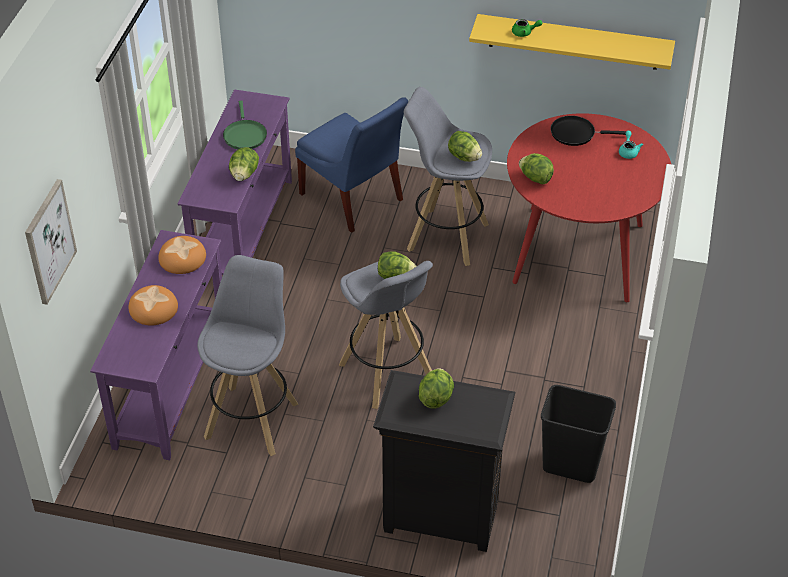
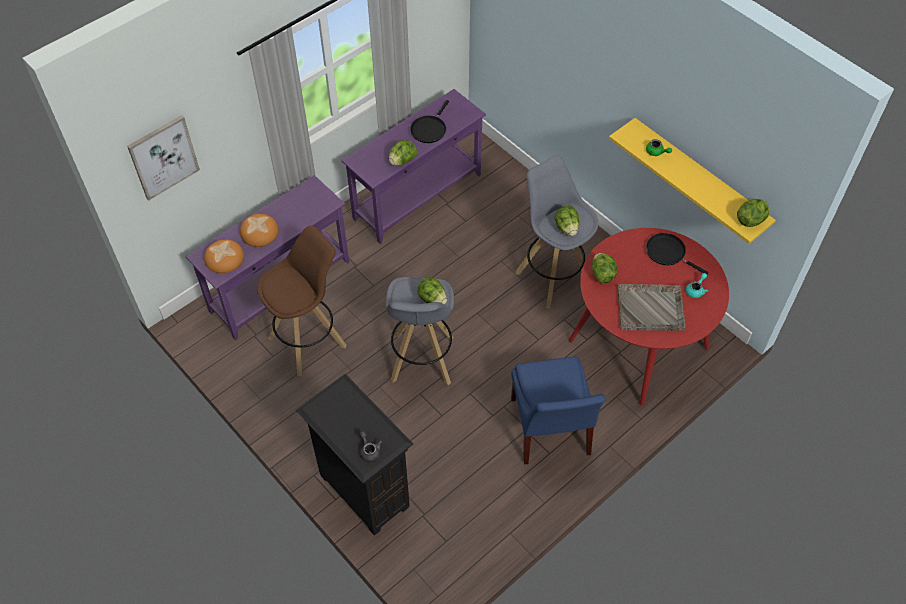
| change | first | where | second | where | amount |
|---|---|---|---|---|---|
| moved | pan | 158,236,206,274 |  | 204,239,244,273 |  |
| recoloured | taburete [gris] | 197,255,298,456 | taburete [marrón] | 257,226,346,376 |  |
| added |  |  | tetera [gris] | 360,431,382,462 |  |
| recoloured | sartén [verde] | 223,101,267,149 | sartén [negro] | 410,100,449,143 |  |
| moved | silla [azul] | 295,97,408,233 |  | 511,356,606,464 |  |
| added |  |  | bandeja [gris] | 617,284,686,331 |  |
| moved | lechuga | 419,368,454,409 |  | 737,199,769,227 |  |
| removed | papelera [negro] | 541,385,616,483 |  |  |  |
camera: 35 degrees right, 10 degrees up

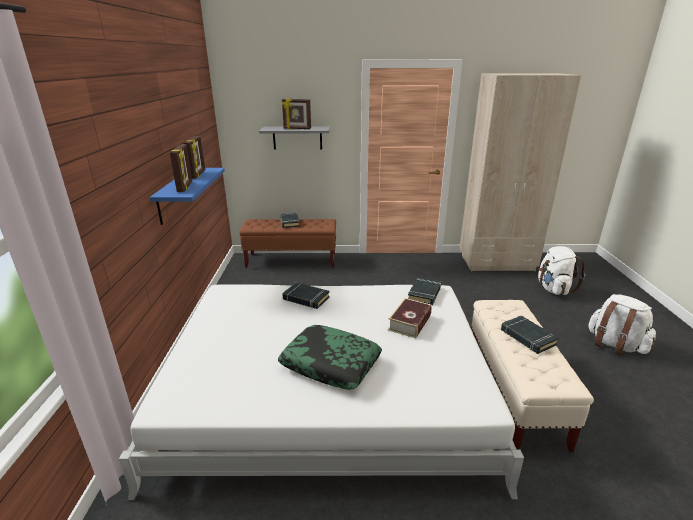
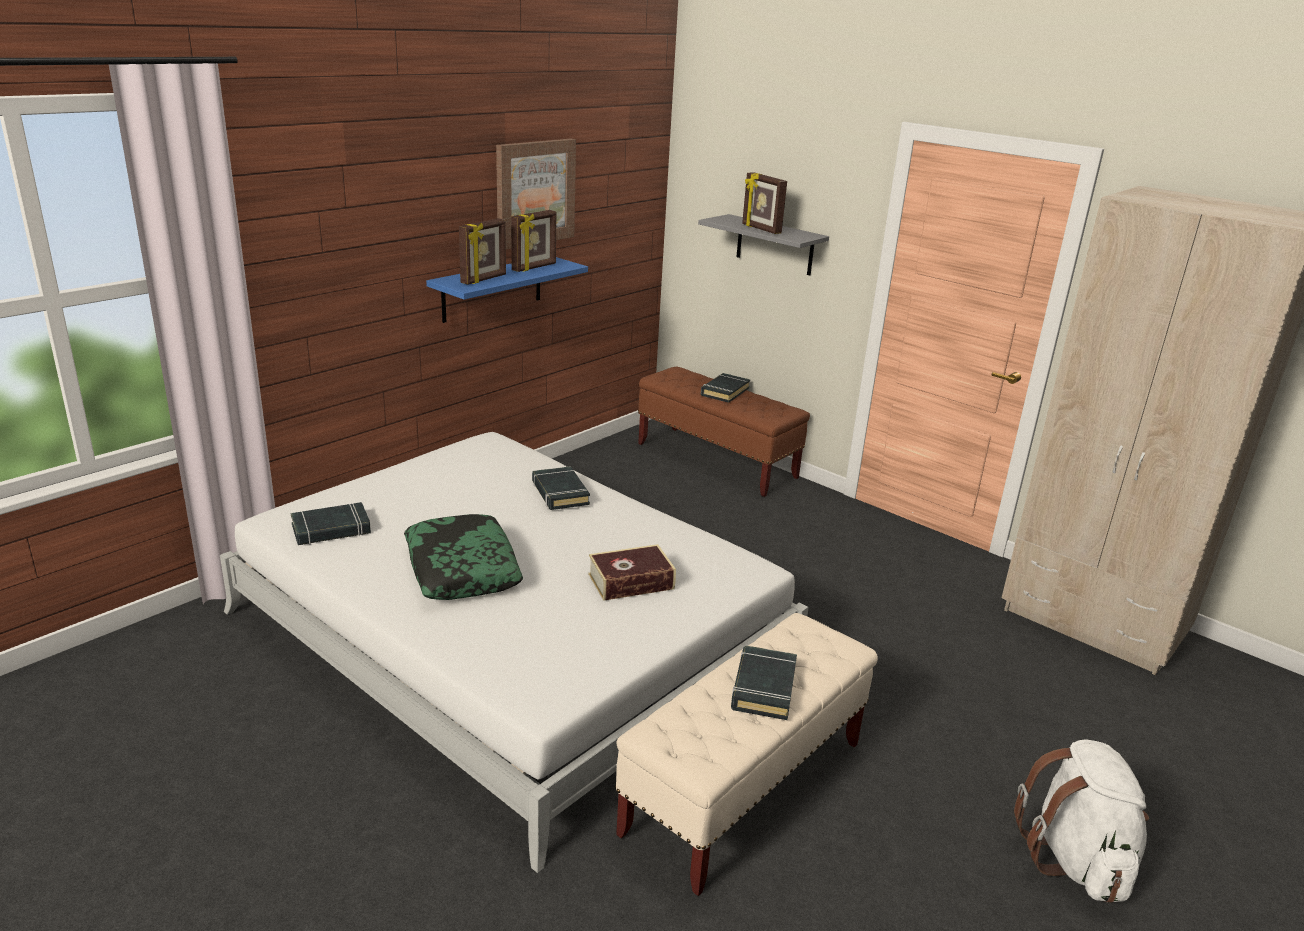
| change | first | where | second | where | amount |
|---|---|---|---|---|---|
| moved | libro [negro] | 408,277,442,305 |  | 291,502,371,545 |  |
| added |  |  | cuadro | 496,138,576,249 |  |
| removed | mochila [blanco] | 538,246,585,295 |  |  |  |
camera: 40 degrees right, 0 degrees up

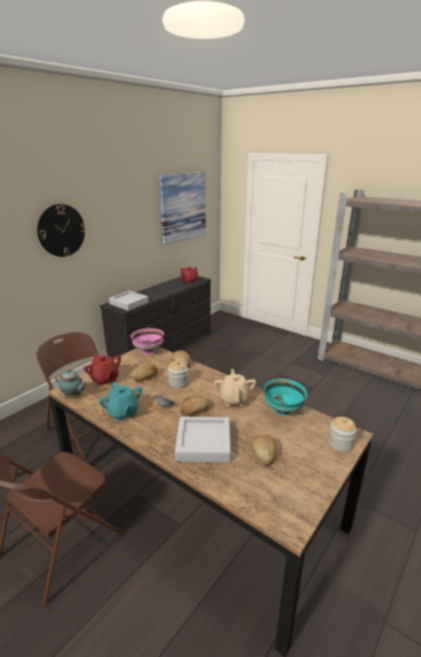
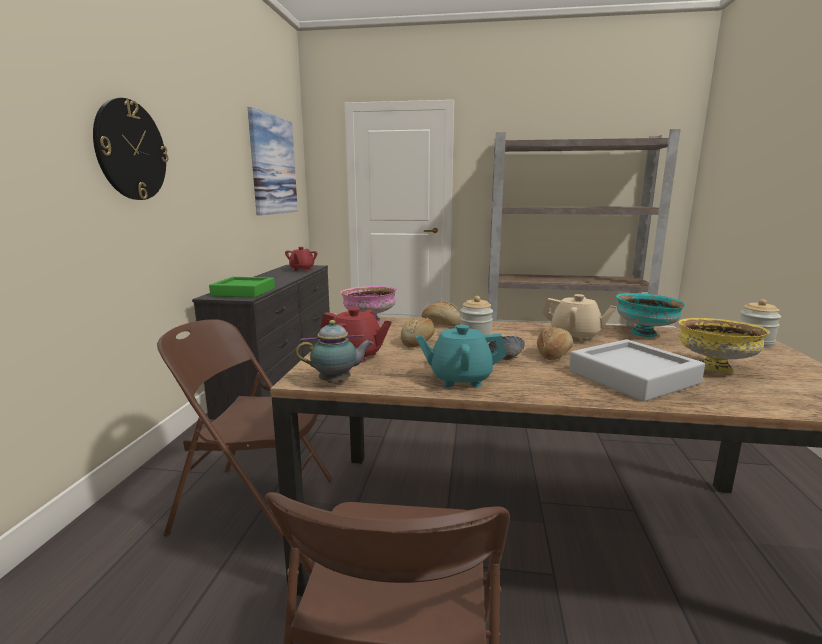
| change | first | where | second | where | amount |
|---|---|---|---|---|---|
| recoloured | bandeja [gris] | 109,291,148,311 | bandeja [verde] | 209,277,275,298 |  |
| turned | tetera [turquesa] | 99,382,142,421 |  | 416,325,506,387 | 150 degrees clockwise |
| turned | tetera [beis] | 214,369,256,406 |  | 542,294,617,343 | 150 degrees clockwise |
| replaced | pan | 252,434,277,466 | cuenco [amarillo] | 678,318,770,373 |  |
camera: 30 degrees left, 10 degrees down

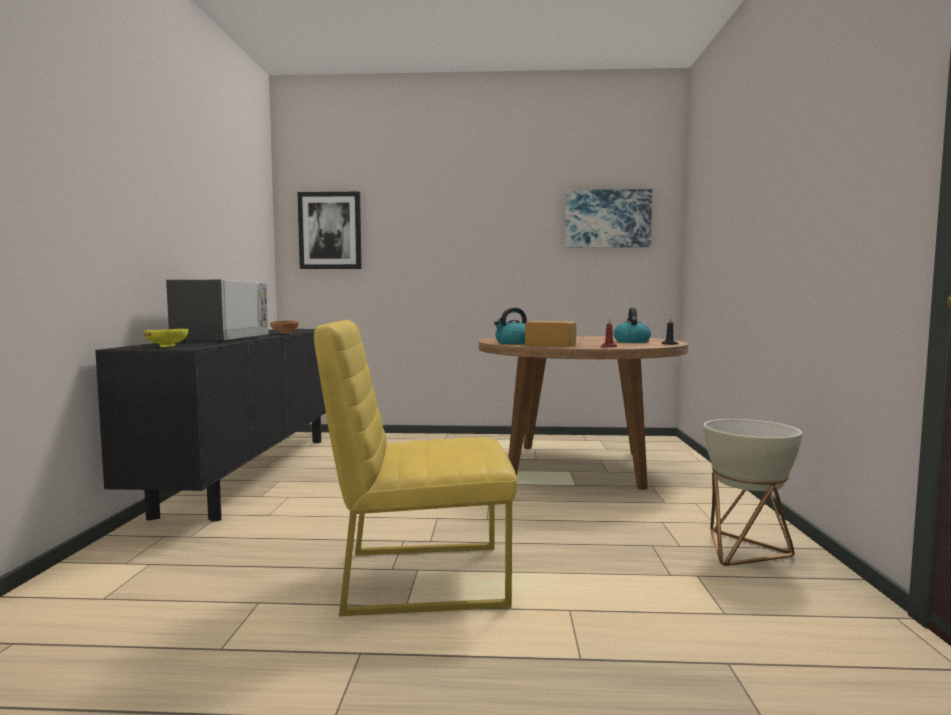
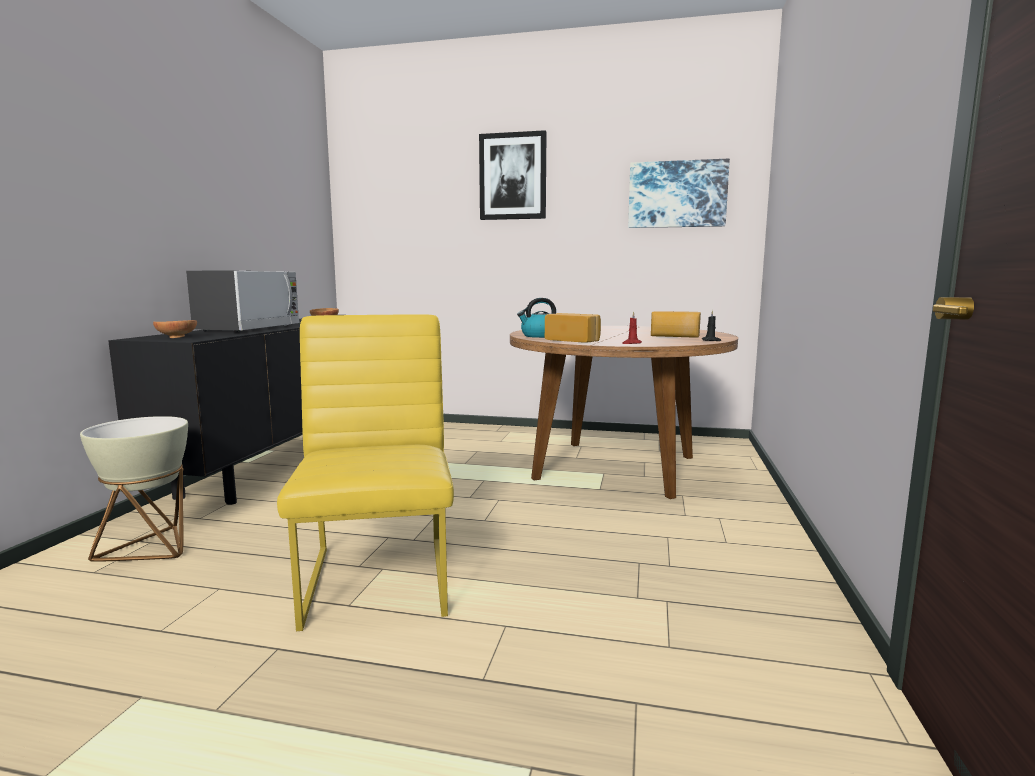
| change | first | where | second | where | amount |
|---|---|---|---|---|---|
| moved | maceta | 703,419,802,566 |  | 80,416,188,562 |  |
| recoloured | cuenco [amarillo] | 144,329,188,347 | cuenco [marrón] | 153,320,197,338 |  |
| turned | silla [amarillo] | 314,320,517,616 |  | 277,314,454,631 | 75 degrees clockwise |
| moved | cuadro | 298,192,362,269 |  | 479,130,547,220 |  |
| replaced | hervidor | 614,307,651,343 | pan | 651,311,701,338 |  |
camera: 10 degrees right, 5 degrees up

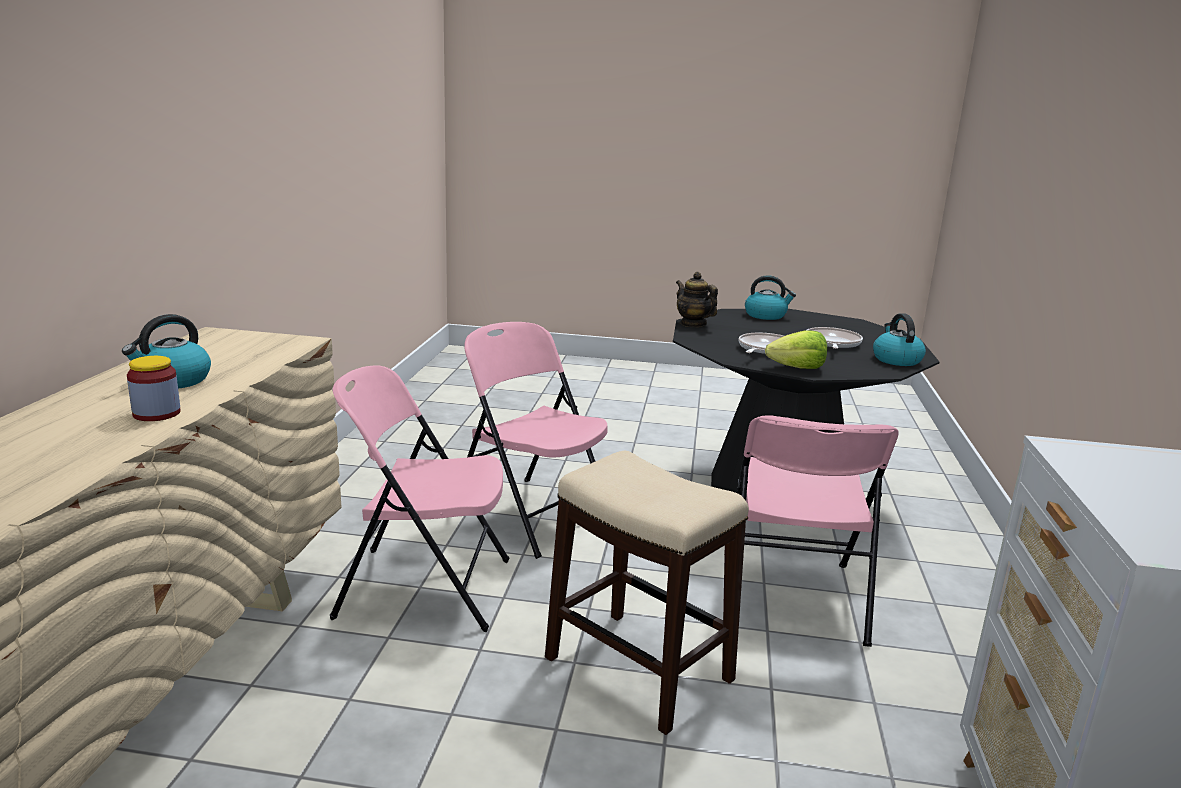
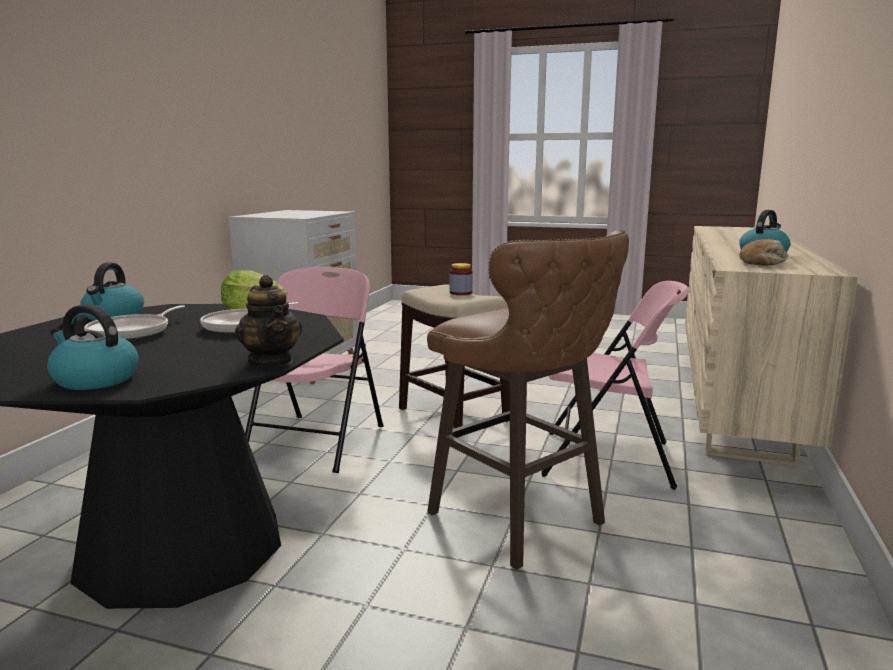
| change | first | where | second | where | amount |
|---|---|---|---|---|---|
| replaced | silla [rosa] | 464,322,607,559 | taburete [marrón] | 427,230,629,570 |  |
| moved | tarro | 127,356,181,421 |  | 450,263,472,295 |  |
| added |  |  | pan | 739,239,788,265 |  |
camera: 170 degrees left, 5 degrees down

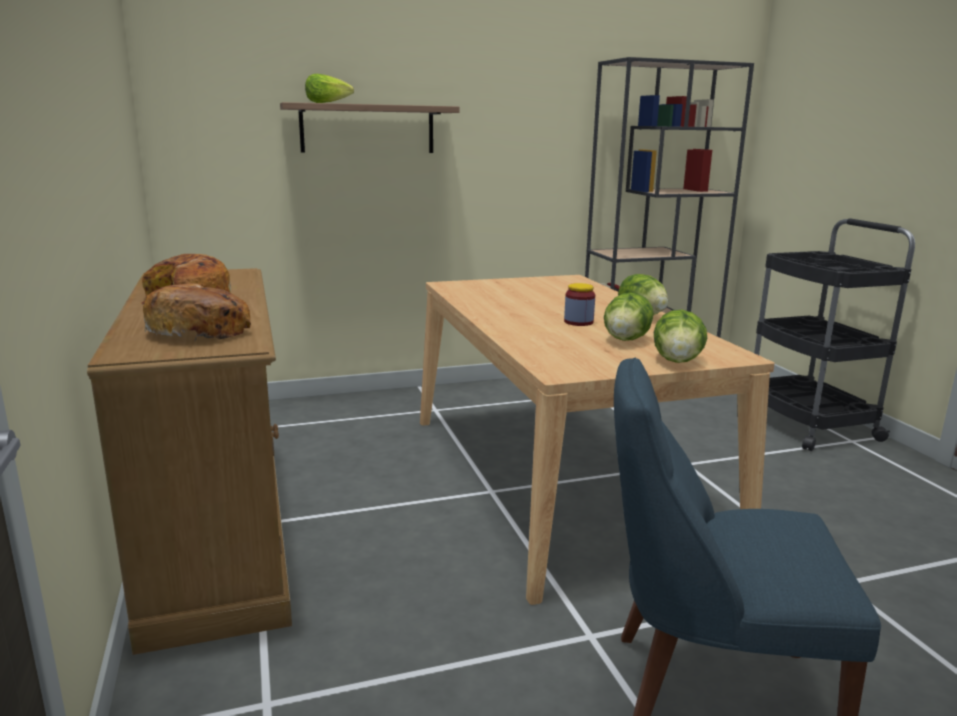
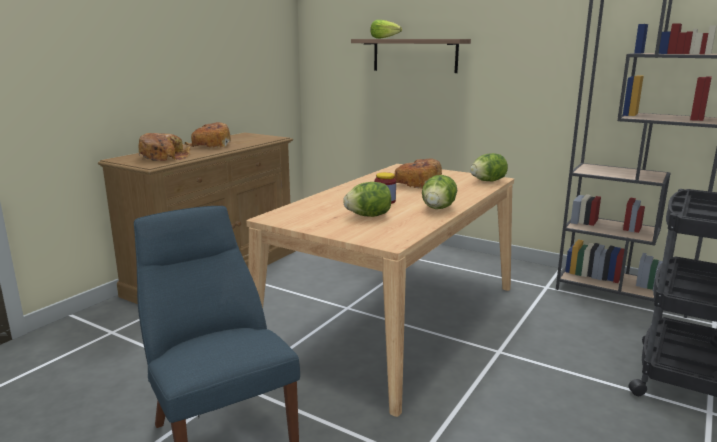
| change | first | where | second | where | amount |
|---|---|---|---|---|---|
| added |  |  | pan | 394,158,442,189 |  |
| moved | lechuga | 654,309,707,363 |  | 470,153,508,181 |  |
camera: 50 degrees right, 0 degrees up

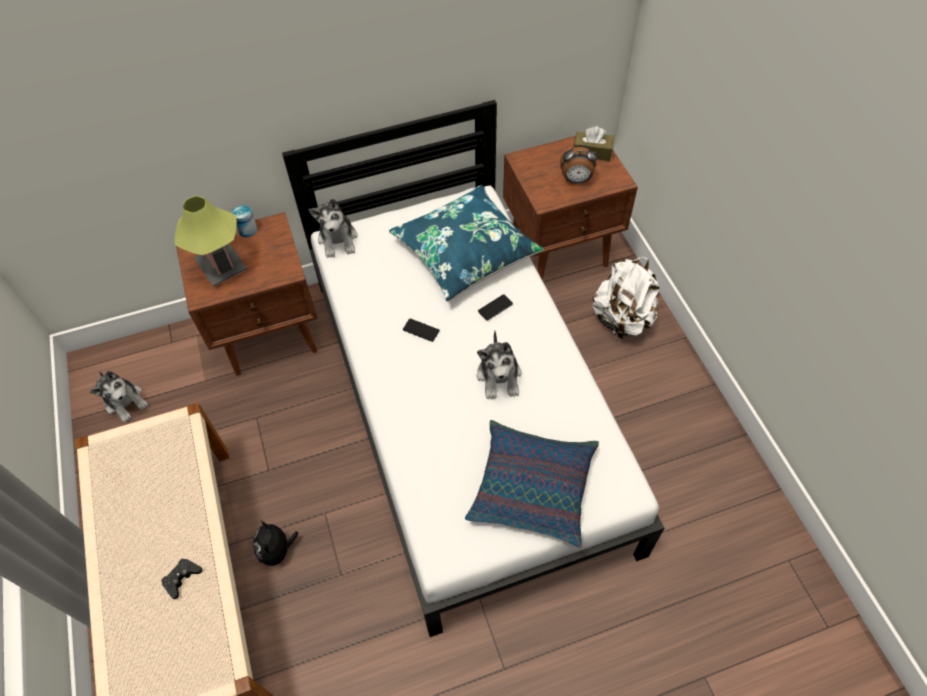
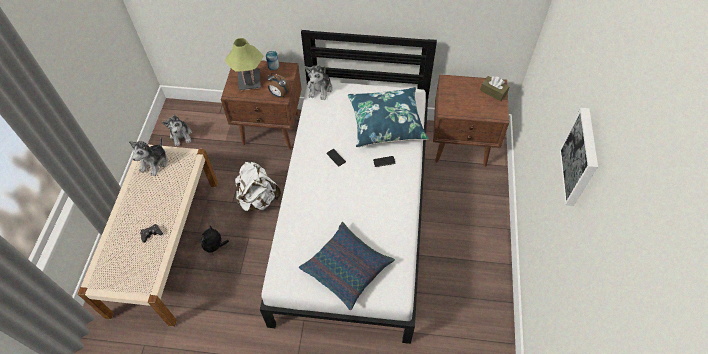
| change | first | where | second | where | amount |
|---|---|---|---|---|---|
| moved | peluche | 477,331,522,399 |  | 129,137,168,176 |  |
| moved | mochila [blanco] | 592,257,660,339 |  | 235,162,281,211 |  |
| moved | despertador | 560,144,597,184 |  | 267,73,291,98 |  |
| added |  |  | cuadro | 559,108,598,206 |  |
camera: 25 degrees right, 0 degrees up

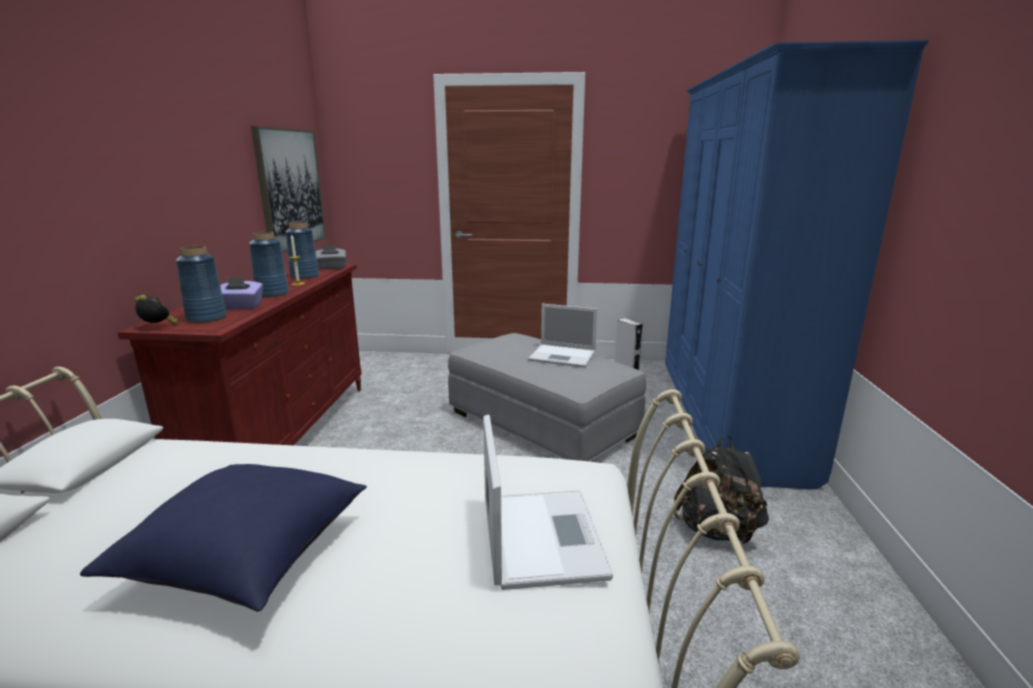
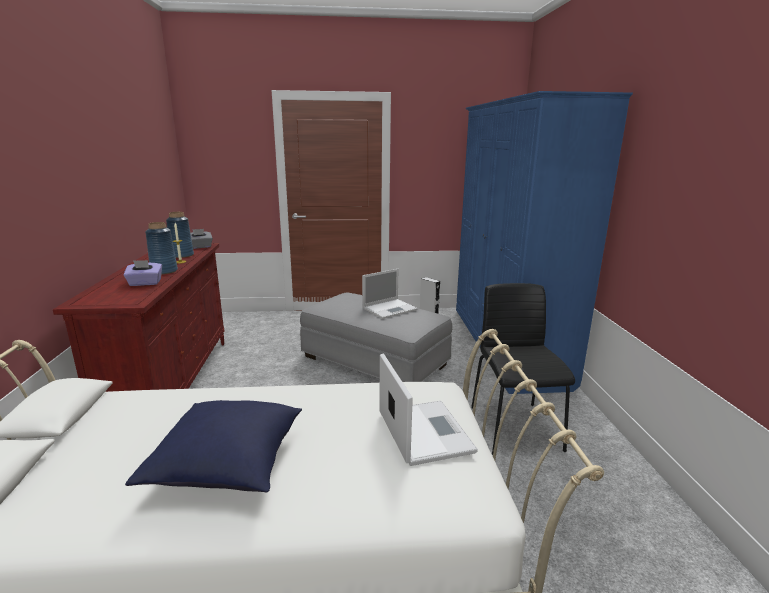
| change | first | where | second | where | amount |
|---|---|---|---|---|---|
| turned | portátil | 528,304,598,368 |  | 362,269,418,319 | 45 degrees counterclockwise |
| replaced | mochila [negro] | 674,436,769,545 | silla [negro] | 471,283,575,455 |  |
| removed | despertador | 135,295,179,324 |  |  |  |
| removed | florero [azul] | 176,246,227,323 |  |  |  |
| removed | cuadro | 251,126,326,253 |  |  |  |
camera: 10 degrees left, 0 degrees up

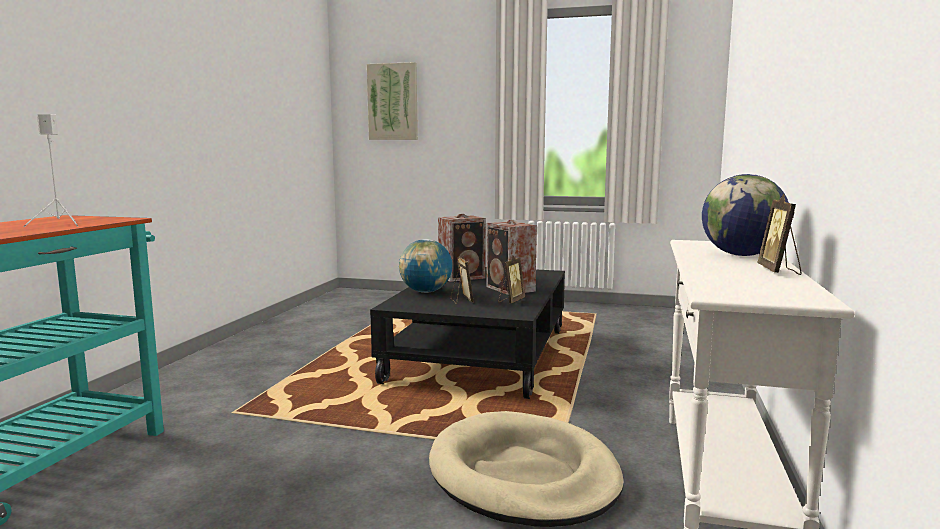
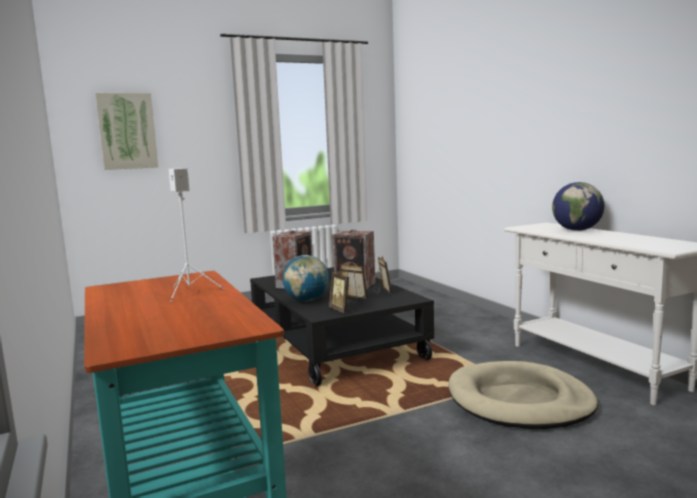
| change | first | where | second | where | amount |
|---|---|---|---|---|---|
| moved | portarretratos | 757,194,802,275 |  | 329,270,354,313 |  |
camera: 40 degrees left, 0 degrees up

